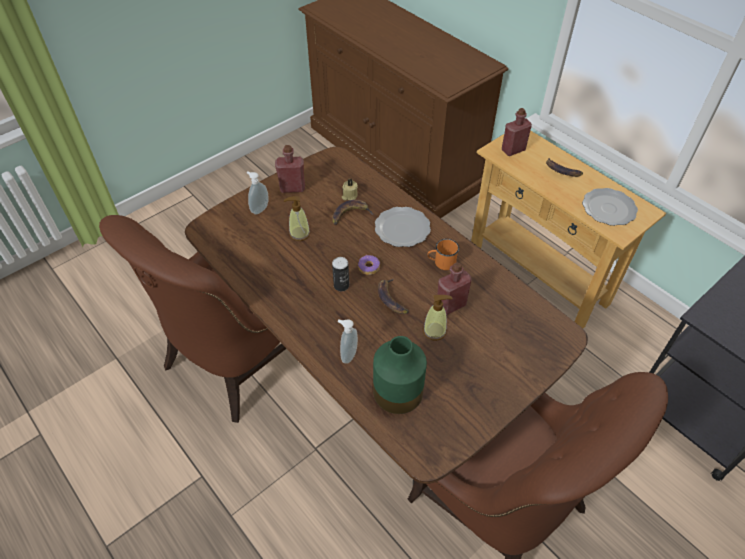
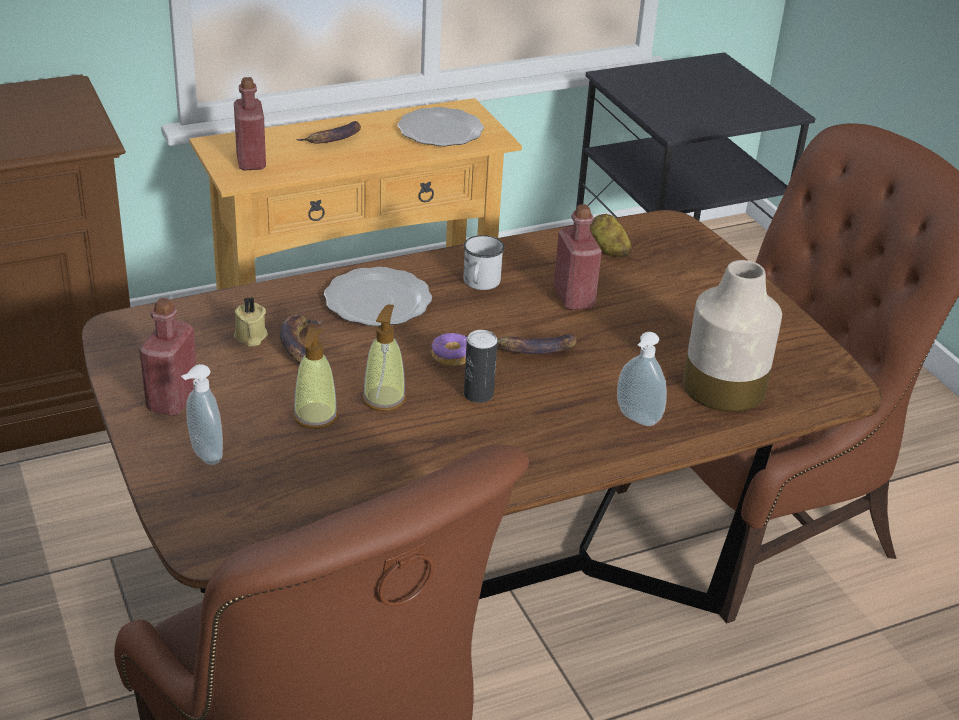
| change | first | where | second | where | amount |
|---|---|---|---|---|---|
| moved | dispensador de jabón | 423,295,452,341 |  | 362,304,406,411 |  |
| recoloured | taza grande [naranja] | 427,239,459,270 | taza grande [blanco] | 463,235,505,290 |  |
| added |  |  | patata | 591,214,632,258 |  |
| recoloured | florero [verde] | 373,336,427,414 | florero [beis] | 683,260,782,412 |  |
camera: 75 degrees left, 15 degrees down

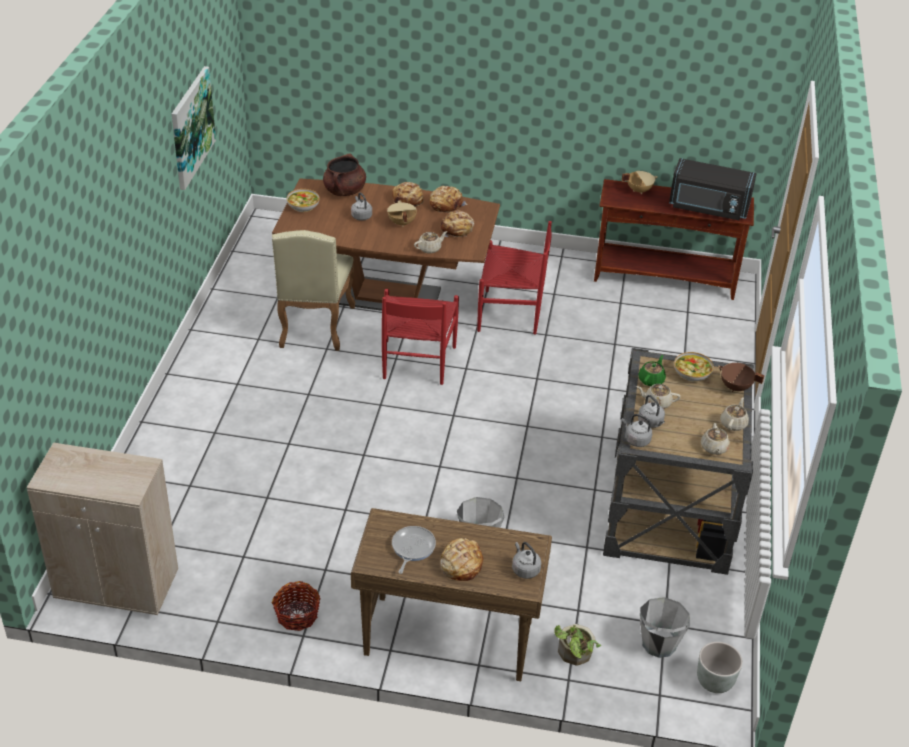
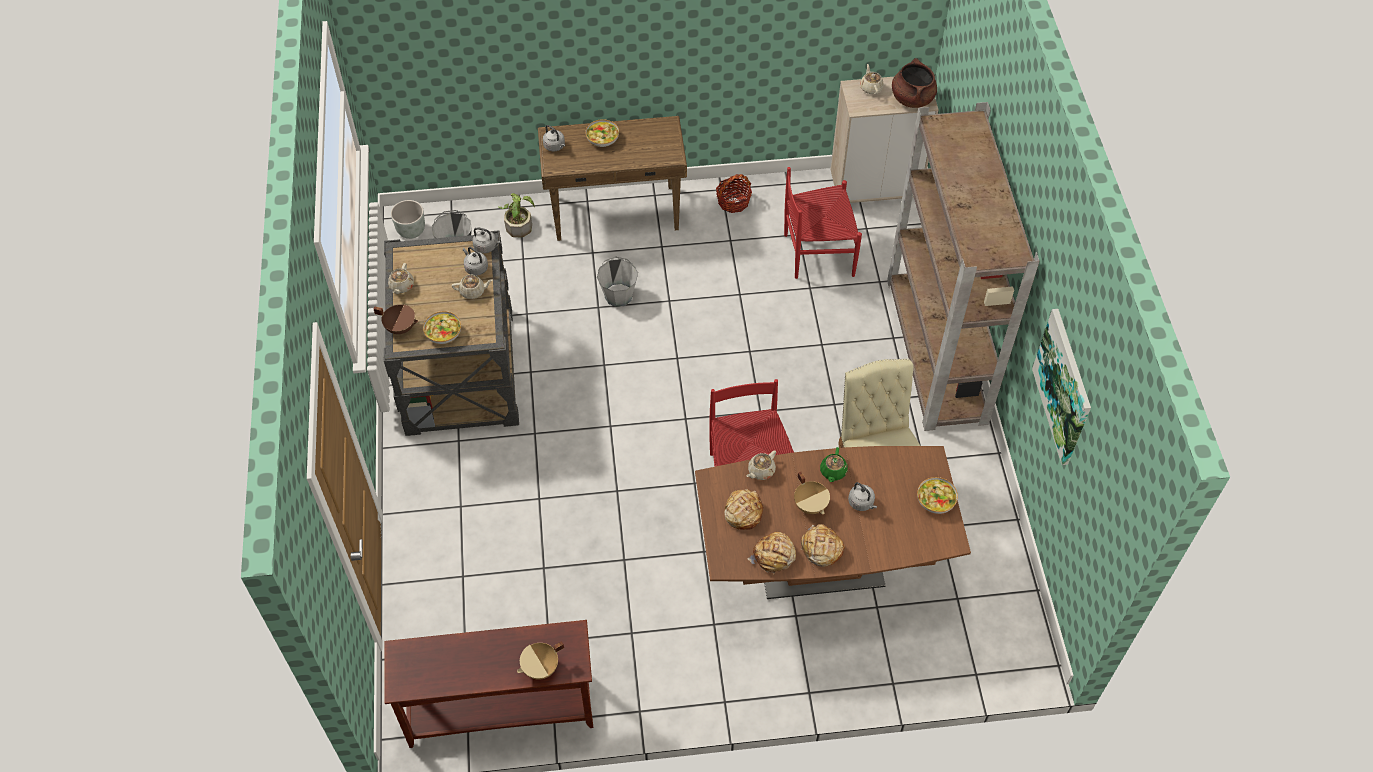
| change | first | where | second | where | amount |
|---|---|---|---|---|---|
| replaced | pan | 440,538,483,581 | cuenco | 585,119,619,147 |  |
| moved | silla [rojo] | 477,221,552,335 |  | 784,167,862,279 |  |
| moved | tetera [verde] | 638,355,666,386 |  | 820,447,848,482 |  |
| moved | tetera [beis] | 701,423,730,455 |  | 860,64,884,95 |  |
| added |  |  | estantería [marrón] | 887,102,1040,431 |  |
| moved | olla [marrón] | 323,153,366,196 |  | 892,58,937,108 |  |
| removed | sartén | 392,526,436,574 |  |  |  |
| removed | microondas [negro] | 669,158,757,220 |  |  |  |
camera: 165 degrees right, 15 degrees up

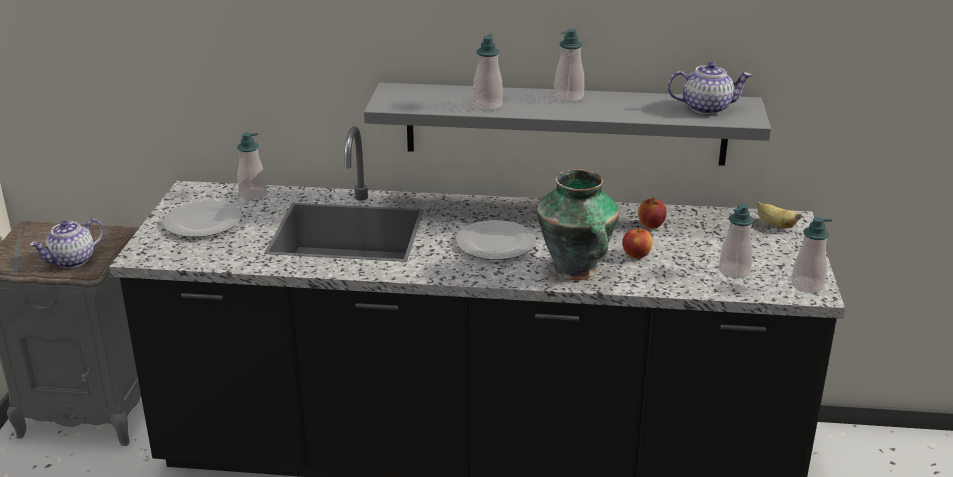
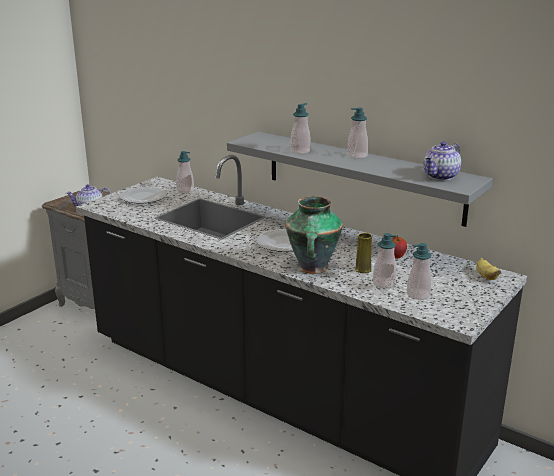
| change | first | where | second | where | amount |
|---|---|---|---|---|---|
| replaced | manzana | 622,228,653,259 | florero [amarillo] | 355,233,372,273 |  |
| moved | dispensador de jabón | 791,217,832,293 |  | 373,233,397,288 |  |
| turned | tetera | 667,62,752,115 |  | 424,141,461,180 | 105 degrees clockwise |
camera: 30 degrees right, 5 degrees down

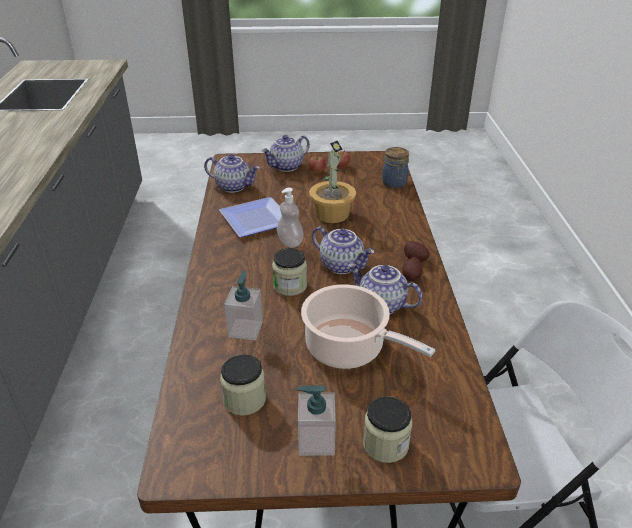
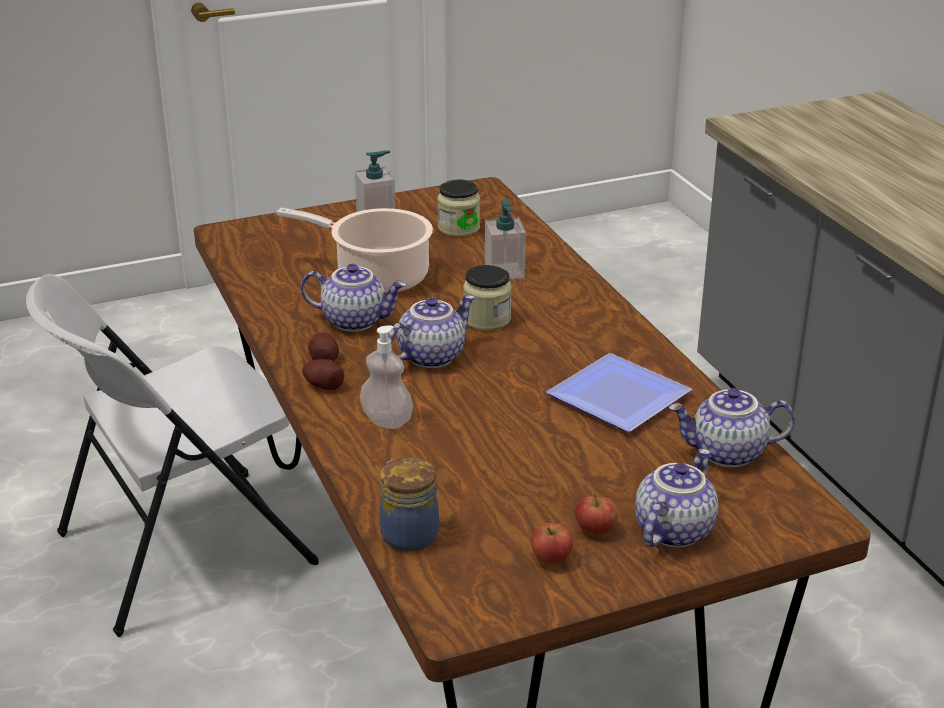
| change | first | where | second | where | amount |
|---|---|---|---|---|---|
| moved | dispensador de jabón | 277,188,304,248 |  | 360,325,413,429 |  |
| turned | tetera | 312,227,374,274 |  | 388,295,475,368 | 120 degrees clockwise |
| removed | planta en maceta | 309,141,356,223 |  |  |  |
| removed | tarro | 363,396,412,463 |  |  |  |
camera: 160 degrees right, 5 degrees down

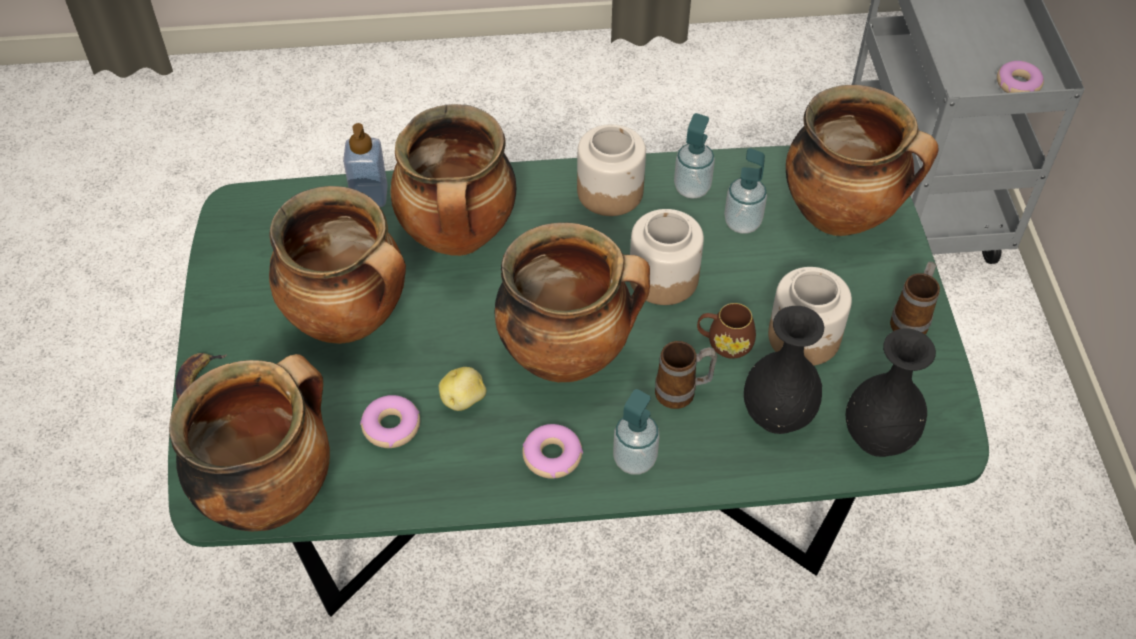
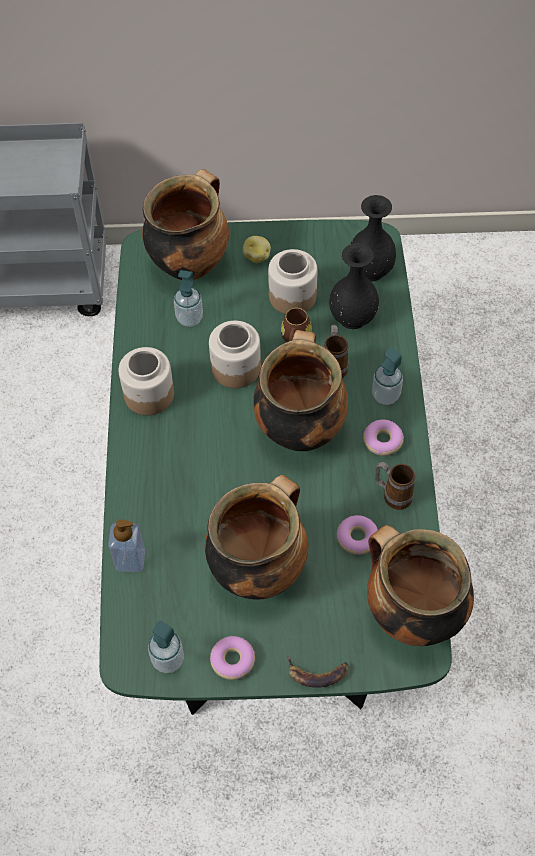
| change | first | where | second | where | amount |
|---|---|---|---|---|---|
| moved | dispensador de jabón | 674,113,715,199 |  | 148,621,184,673 |  |
| moved | rosquilla | 997,61,1044,93 |  | 210,636,255,680 |  |
| moved | patata | 439,367,486,411 |  | 243,236,271,263 |  |
| moved | taza grande | 890,261,940,335 |  | 375,462,415,510 |  |
| removed | olla | 390,104,516,256 |  |  |  |
camera: 85 degrees left, 5 degrees up

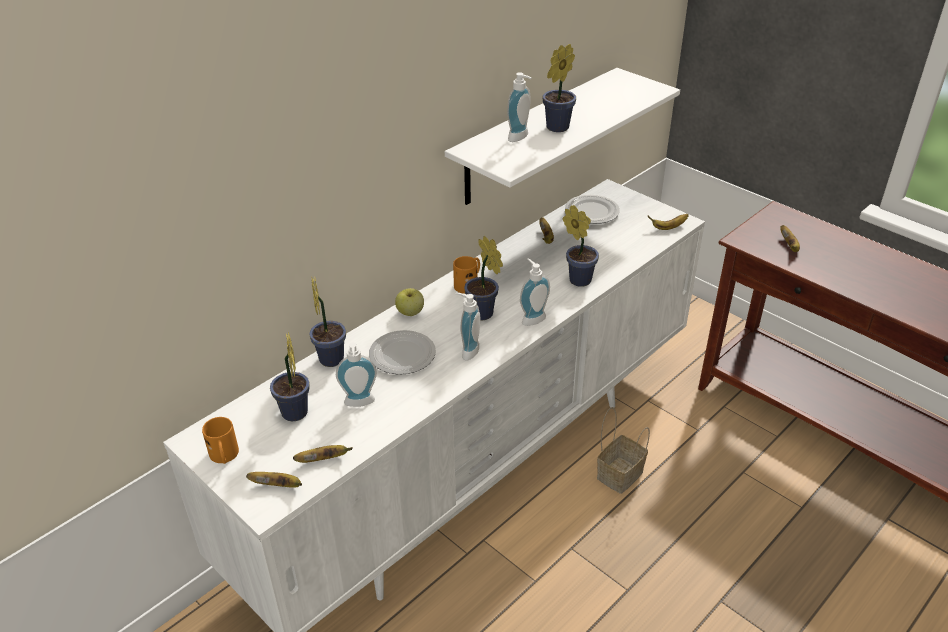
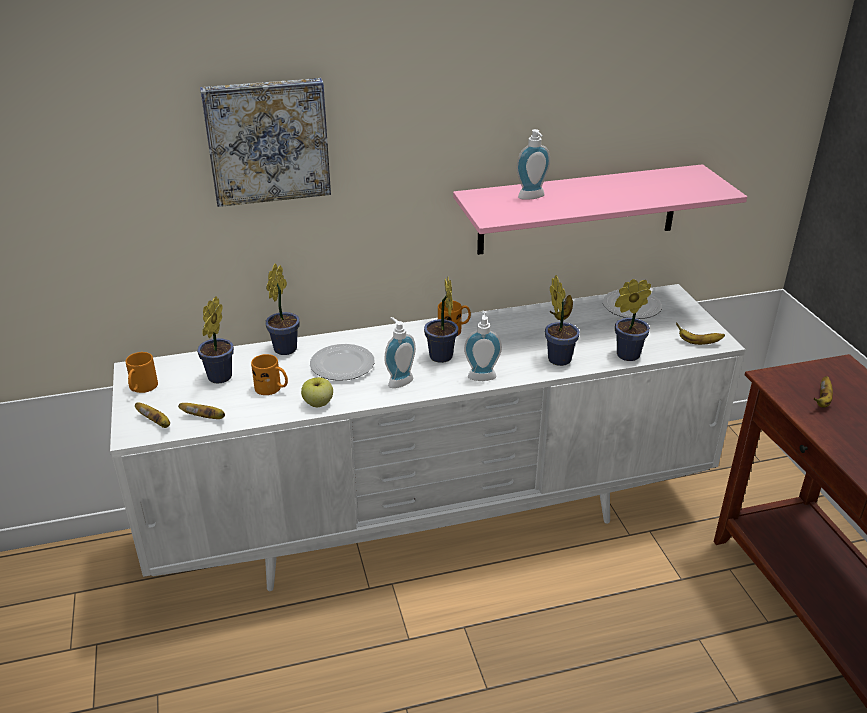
| change | first | where | second | where | amount |
|---|---|---|---|---|---|
| added |  |  | cuadro | 200,78,331,207 |  |
| replaced | dispensador de jabón | 336,342,377,407 | taza grande [naranja] | 251,354,288,395 |  |
| moved | manzana | 395,288,424,316 |  | 301,377,333,407 |  |
| recoloured | estante [blanco] | 445,68,680,205 | estante [rosa] | 453,164,747,255 |  |
| moved | planta en maceta | 543,44,576,132 |  | 615,279,652,361 |  |
| removed | cesta | 597,407,650,494 |  |  |  |
camera: 30 degrees right, 5 degrees down

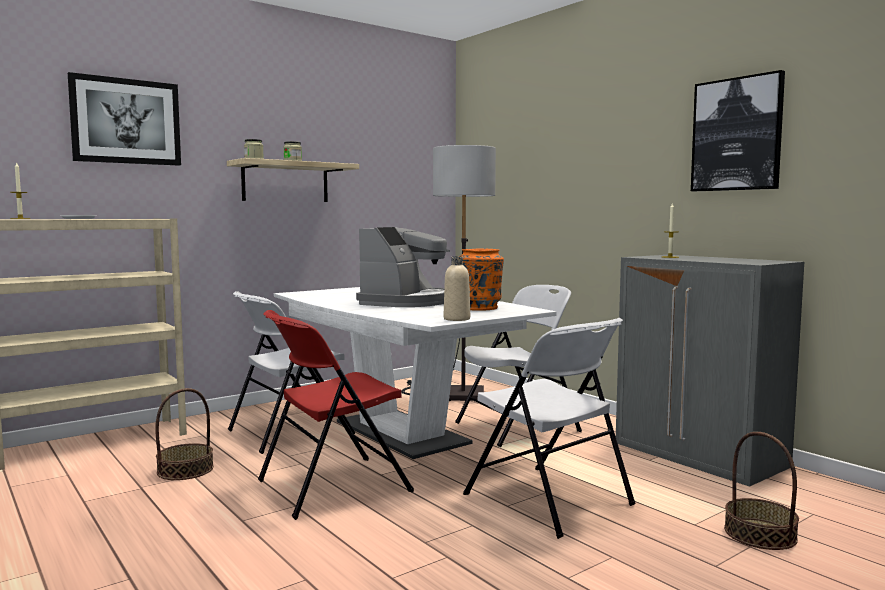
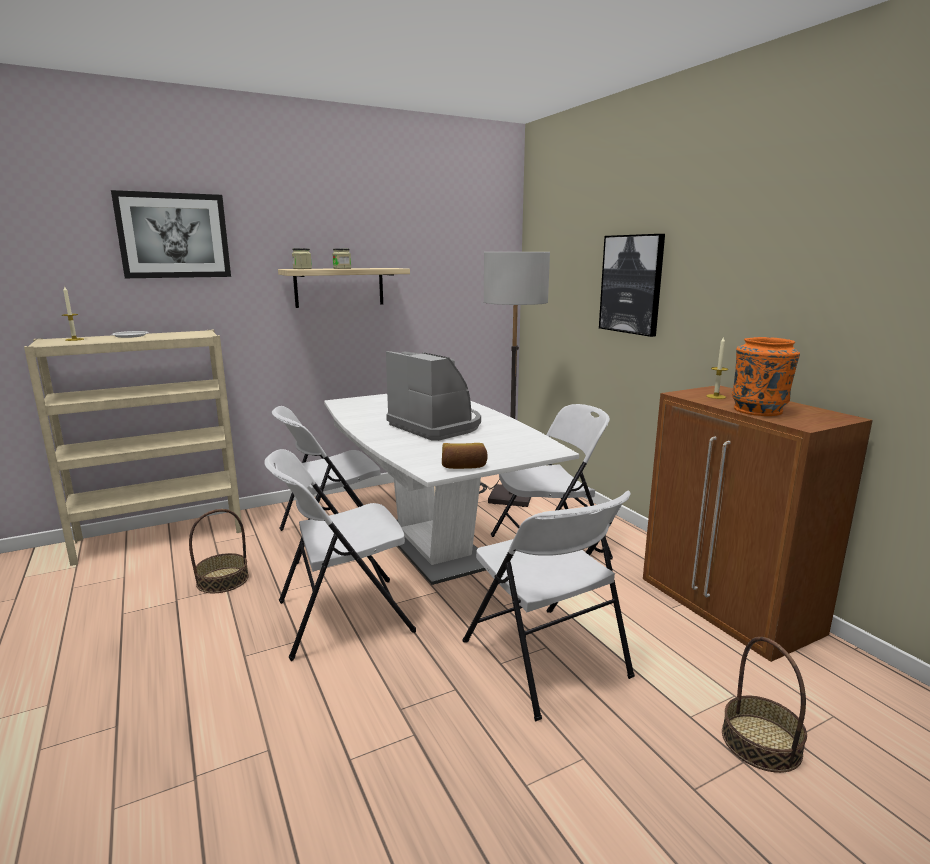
| change | first | where | second | where | amount |
|---|---|---|---|---|---|
| recoloured | silla [rojo] | 258,310,414,520 | silla [blanco] | 264,449,416,661 |  |
| turned | cafetera | 356,227,450,307 |  | 386,351,481,441 | 75 degrees counterclockwise |
| replaced | botella [beis] | 444,257,470,321 | pan | 442,443,488,469 |  |
| moved | cuadro | 691,70,785,191 |  | 599,234,665,337 |  |
| recoloured | armario [gris] | 616,255,804,487 | armario [marrón] | 643,386,873,662 |  |
| moved | florero [naranja] | 458,249,504,311 |  | 732,337,800,416 |  |
camera: 10 degrees right, 10 degrees up

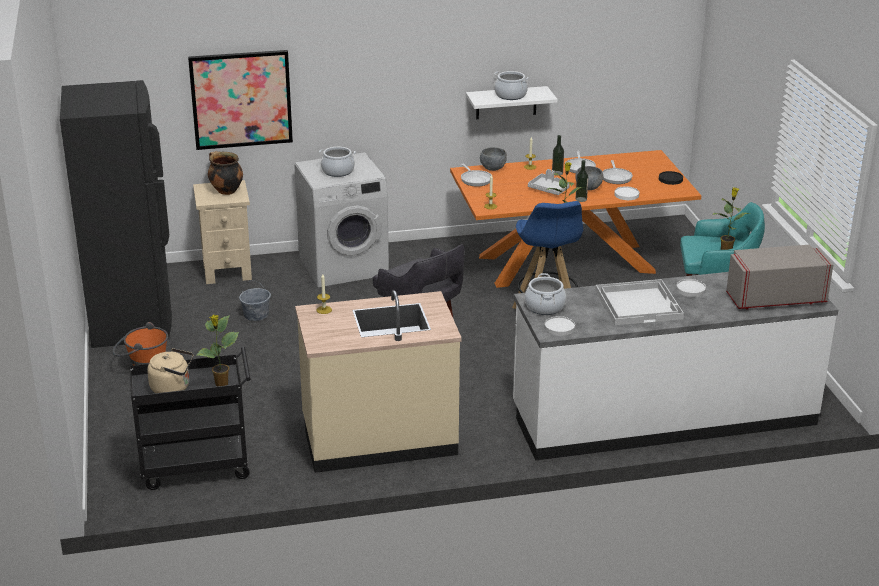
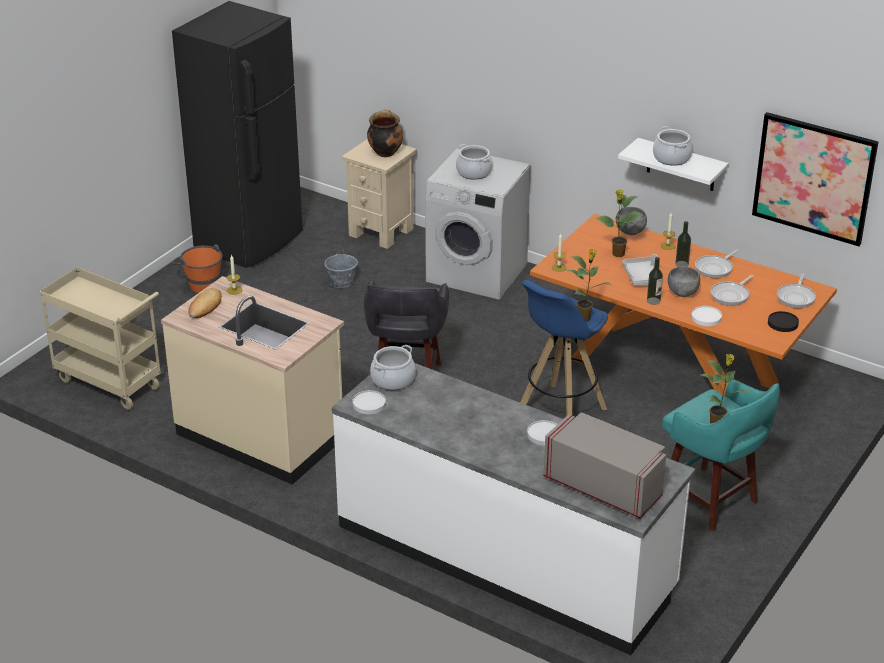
| change | first | where | second | where | amount |
|---|---|---|---|---|---|
| recoloured | carrito [negro] | 130,347,251,490 | carrito [beis] | 40,268,161,410 |  |
| added |  |  | pan | 188,288,222,318 |  |
| moved | planta en maceta | 196,315,239,386 |  | 595,189,643,257 |  |
| moved | cuadro | 188,50,293,150 |  | 752,112,878,246 |  |
| moved | sartén | 461,163,493,187 |  | 777,273,816,308 |  |
| removed | hervidor [beis] | 147,348,193,393 |  |  |  |
| removed | bandeja [blanco] | 595,279,684,325 |  |  |  |
camera: 45 degrees right, 5 degrees up

